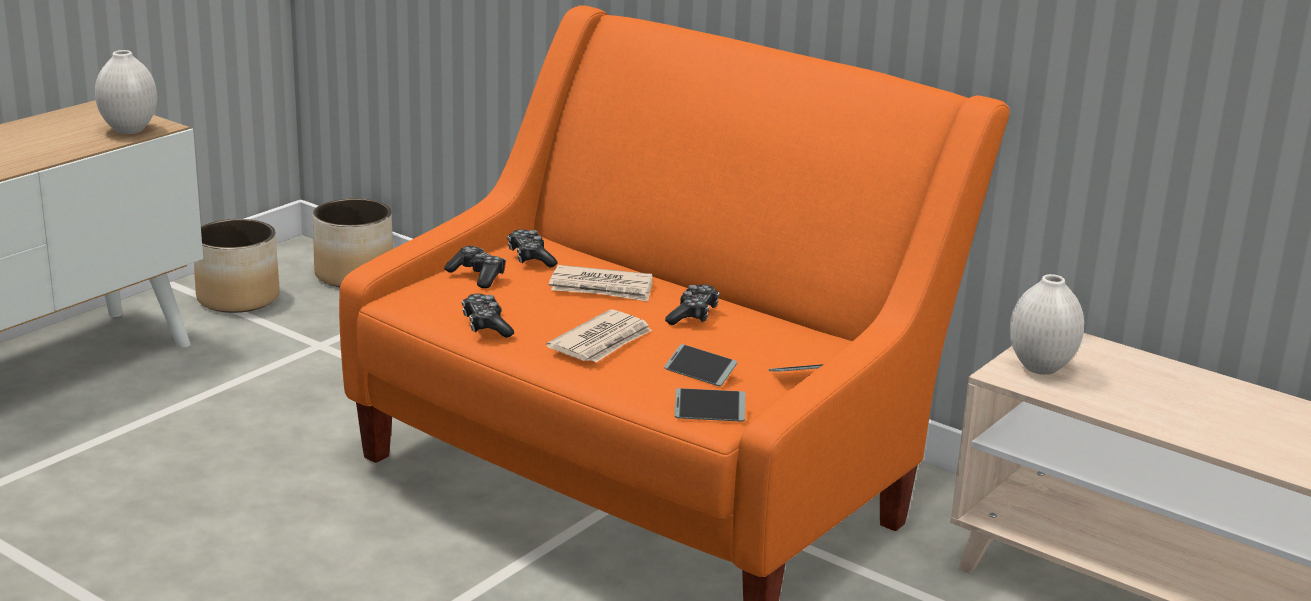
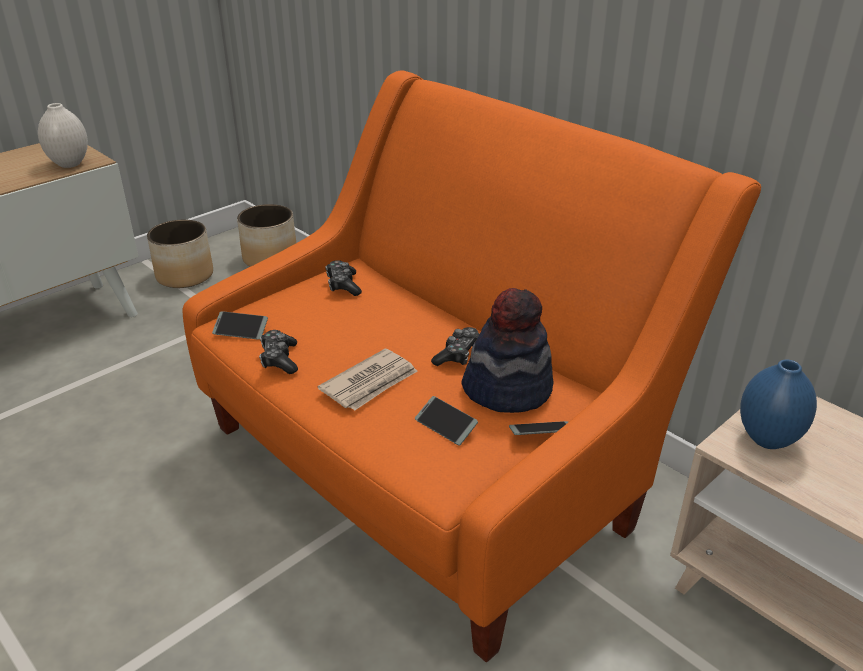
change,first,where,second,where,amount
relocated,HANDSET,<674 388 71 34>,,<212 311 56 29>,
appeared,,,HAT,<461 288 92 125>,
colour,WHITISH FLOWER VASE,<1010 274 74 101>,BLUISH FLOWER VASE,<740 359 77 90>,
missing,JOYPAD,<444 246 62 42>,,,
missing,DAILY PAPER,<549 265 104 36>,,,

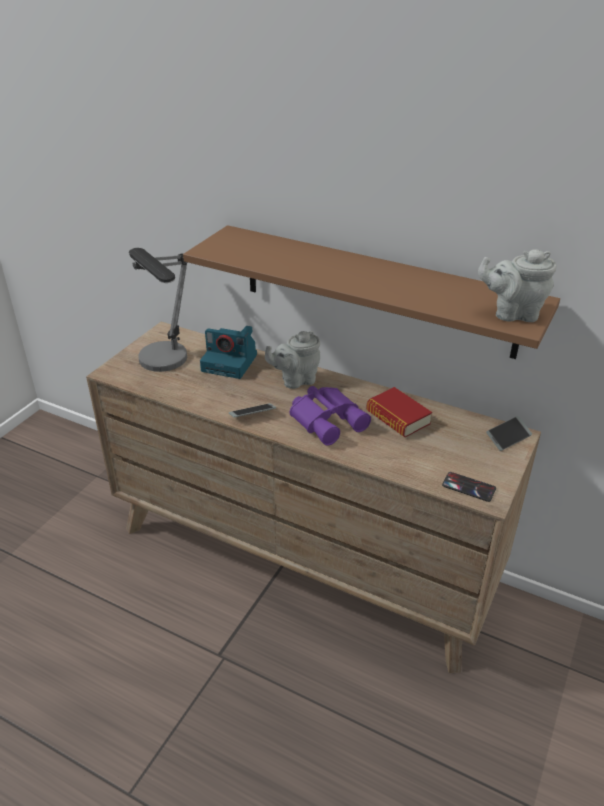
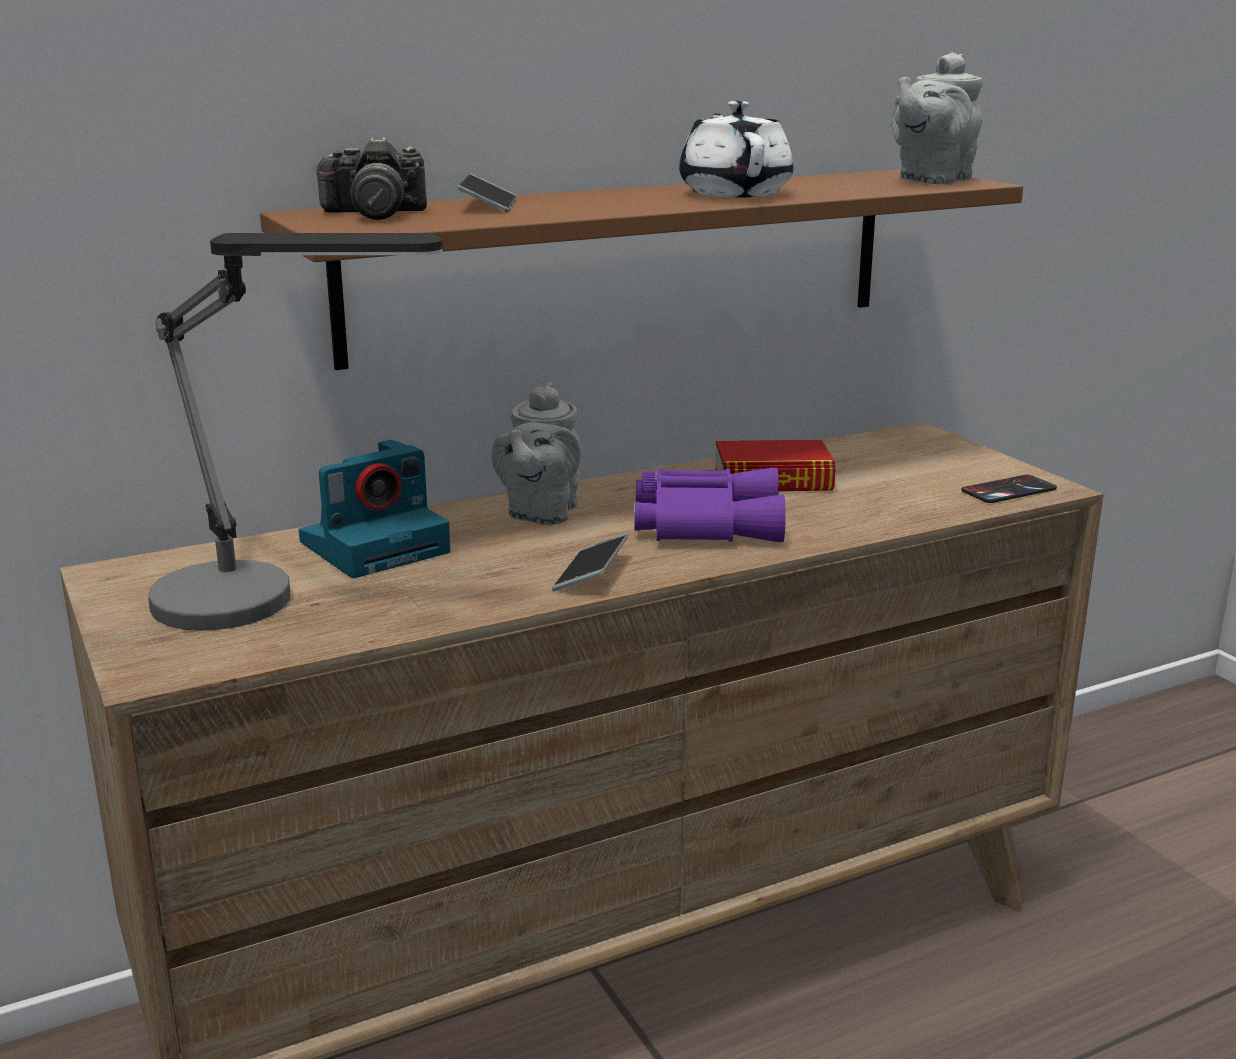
change,first,where,second,where,amount
appeared,,,PHOTO CAMERA,<313 137 114 83>,
relocated,HANDSET,<486 416 46 35>,,<457 173 60 39>,
appeared,,,WHITISH TEAPOT,<679 101 114 96>,

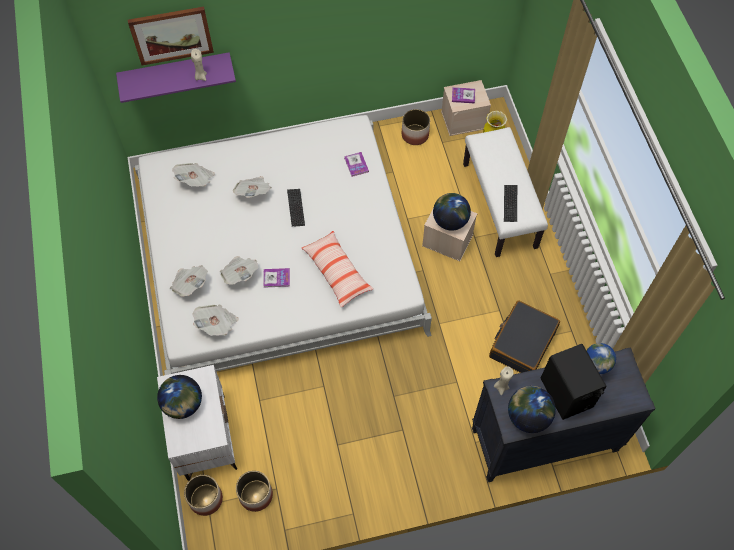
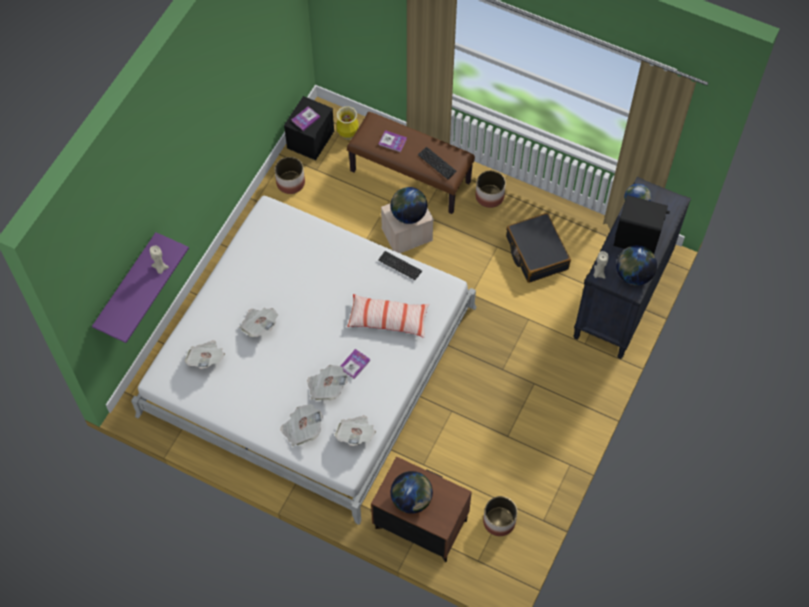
change,first,where,second,where,amount
colour,SAND-COLOURED STORAGE BIN,<441 80 50 56>,BLACK STORAGE BIN,<284 96 50 64>,
colour,WHITISH BENCH,<463 127 85 130>,BROWNISH BENCH,<347 112 128 102>,
colour,WHITISH NIGHT TABLE,<157 365 80 116>,BROWNISH NIGHT TABLE,<371 456 101 106>,
relocated,PC KEYBOARD,<287 189 18 37>,,<378 251 44 29>,
relocated,BOUND BOOK,<344 152 25 25>,,<379 130 28 22>,
relocated,PLANT POT,<184 475 39 41>,,<475 171 31 37>,
missing,PICTURE,<128 7 86 58>,,,

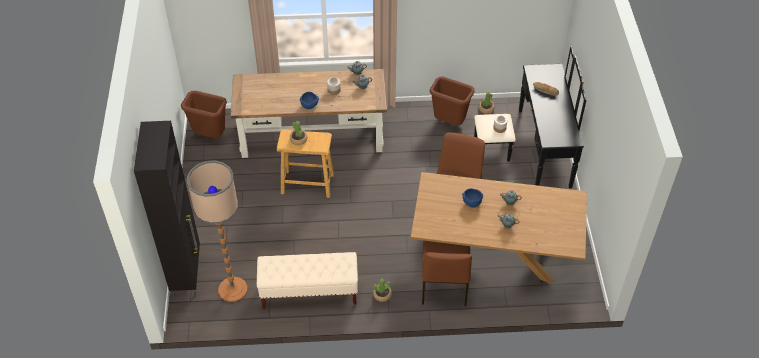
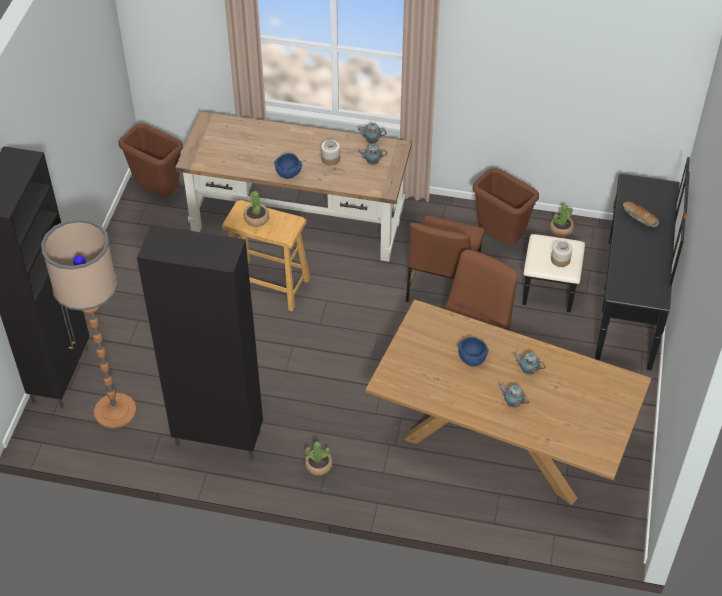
change,first,where,second,where,amount
exchanged,SAND-COLOURED BENCH,<257 252 101 57>,BLACK CABINET,<137 225 126 235>,
relocated,BROWNISH UPRIGHT CHAIR,<422 240 50 66>,,<406 215 78 87>,

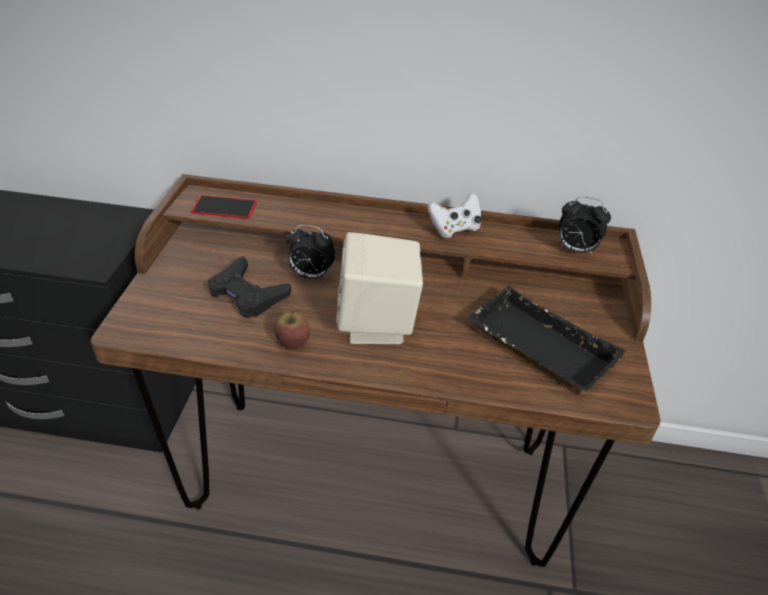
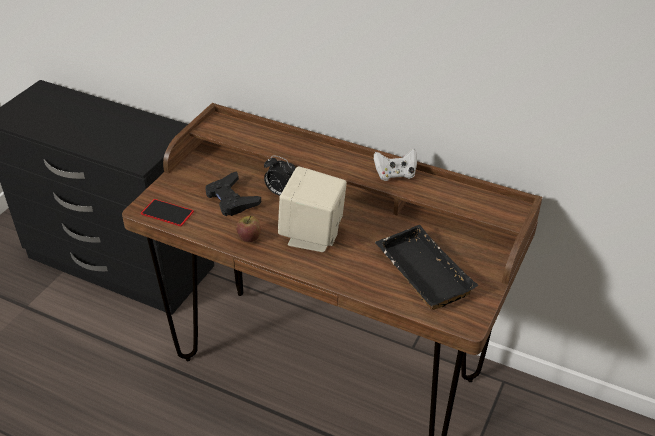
change,first,where,second,where,amount
relocated,HANDSET,<191 195 66 24>,,<141 199 53 27>,
missing,TABLE CLOCK,<559 196 52 59>,,,

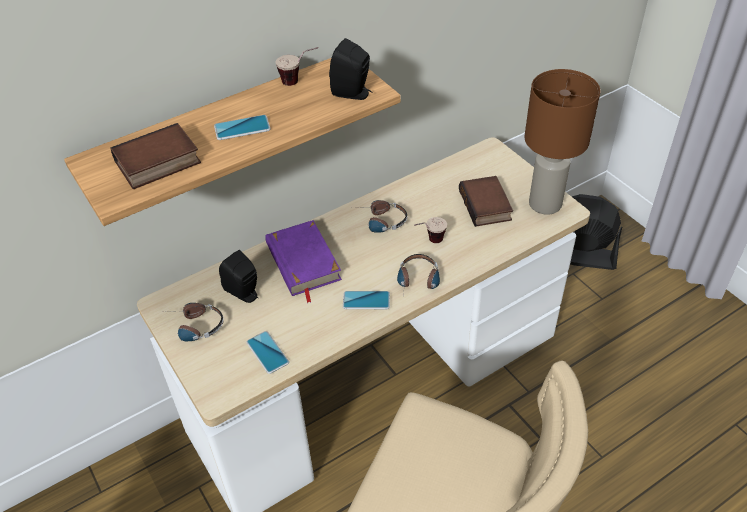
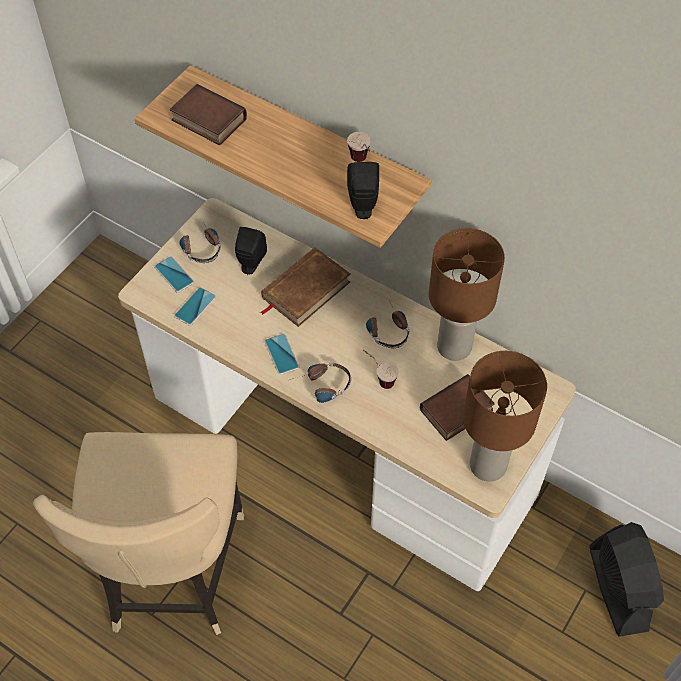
change,first,where,second,where,amount
relocated,HANDSET,<214 115 57 25>,,<154 256 40 37>,
colour,PURPLE BOUND BOOK,<265 220 77 83>,BROWNISH BOUND BOOK,<260 247 90 80>,
appeared,,,BROWNISH TABLE LAMP,<429 228 76 133>,

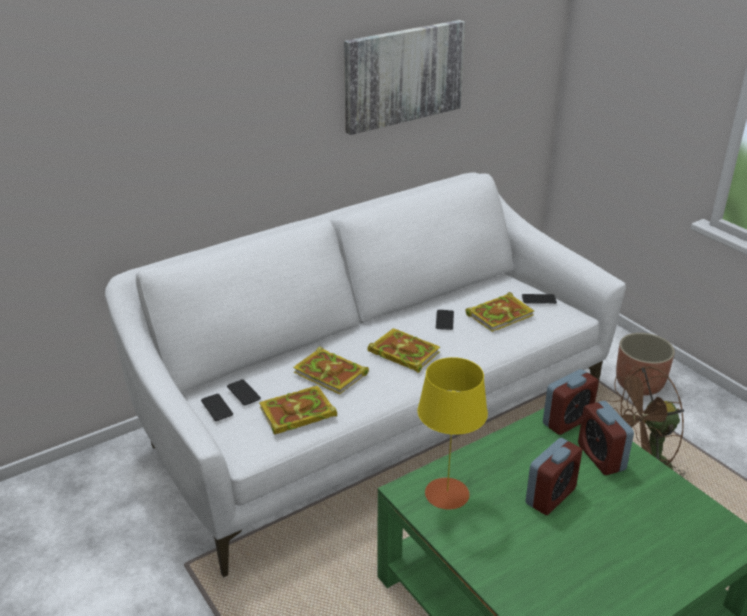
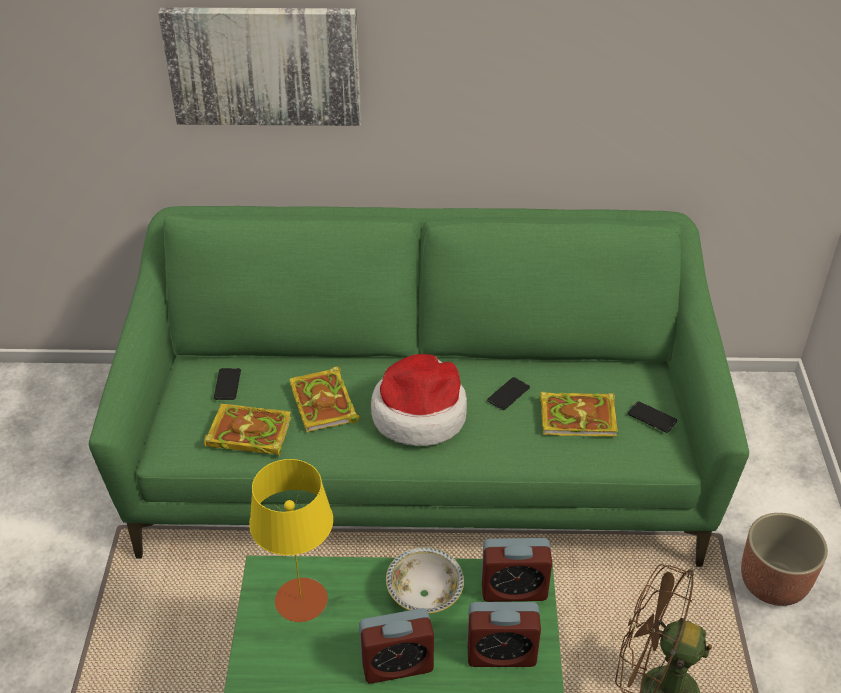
change,first,where,second,where,amount
colour,WHITISH SETTEE,<105 173 521 404>,GREEN-COLOURED SETTEE,<89 206 660 361>,
relocated,PICTURE,<344 20 122 115>,,<158 7 203 119>,
exchanged,BOUND BOOK,<367 328 73 45>,HAT,<371 354 96 92>,
appeared,,,DEEP DISH,<386 547 78 67>,
spun,TABLE CLOCK,<578 401 56 74>,,<467 602 74 65>,105 degrees counterclockwise
missing,HANDSET,<201 394 32 27>,,,

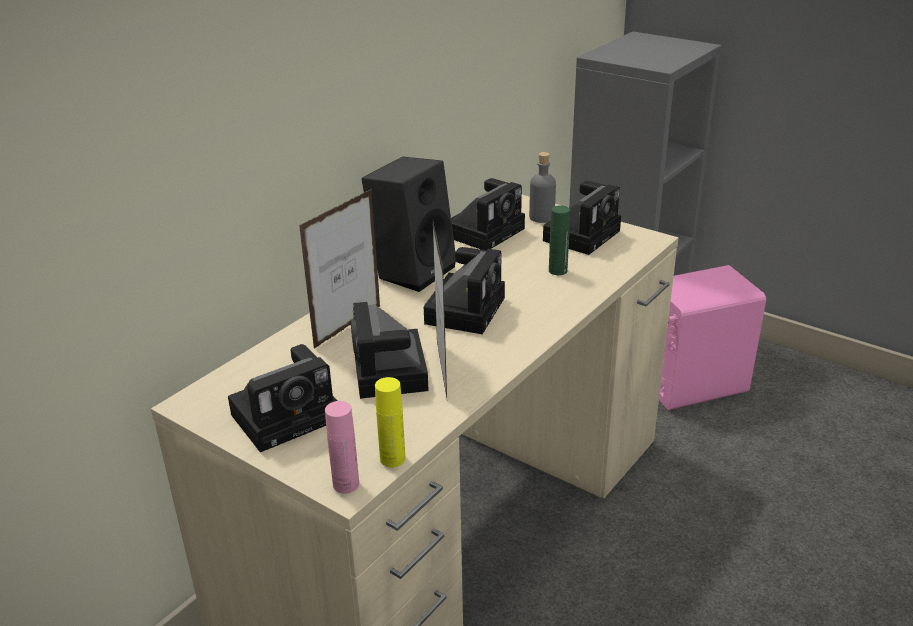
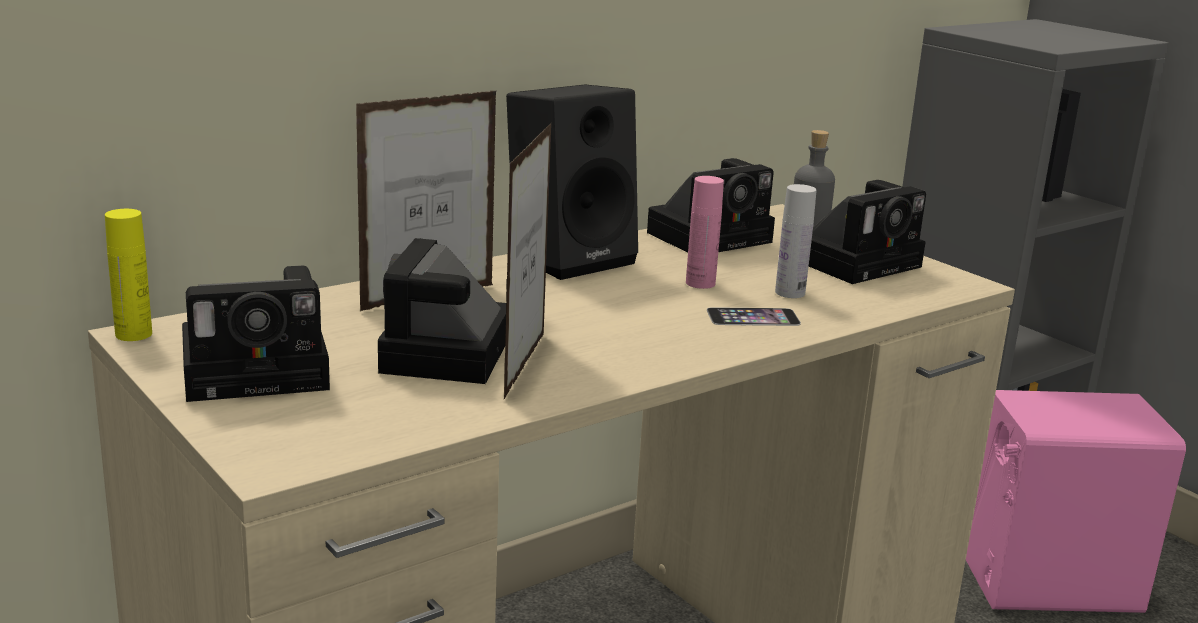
change,first,where,second,where,amount
relocated,YELLOW BEVERAGE BOTTLE,<375 377 30 90>,,<105 209 47 132>,
relocated,PINK-COLOURED BEVERAGE BOTTLE,<325 401 34 93>,,<686 176 38 113>,
appeared,,,HANDSET,<707 307 94 19>,
colour,GREEN-COLOURED BEVERAGE BOTTLE,<549 205 21 70>,WHITISH BEVERAGE BOTTLE,<775 184 42 114>,
missing,PHOTO CAMERA,<424 247 81 87>,,,

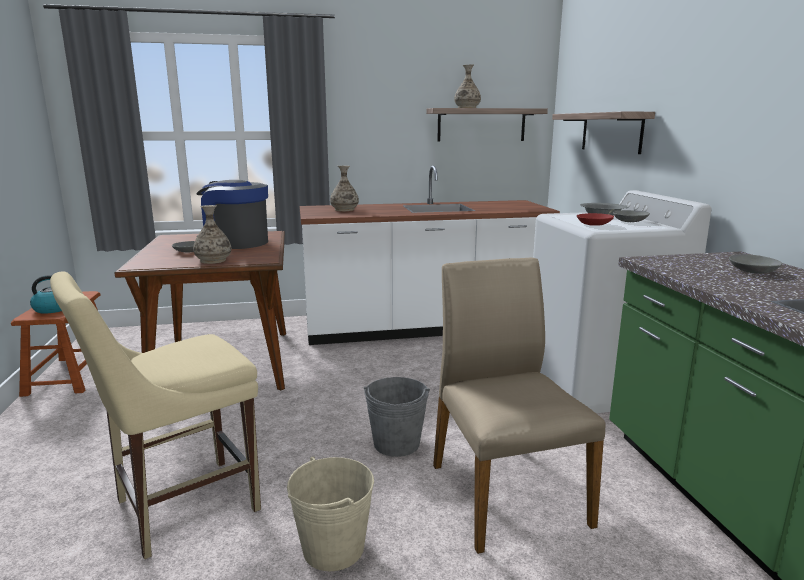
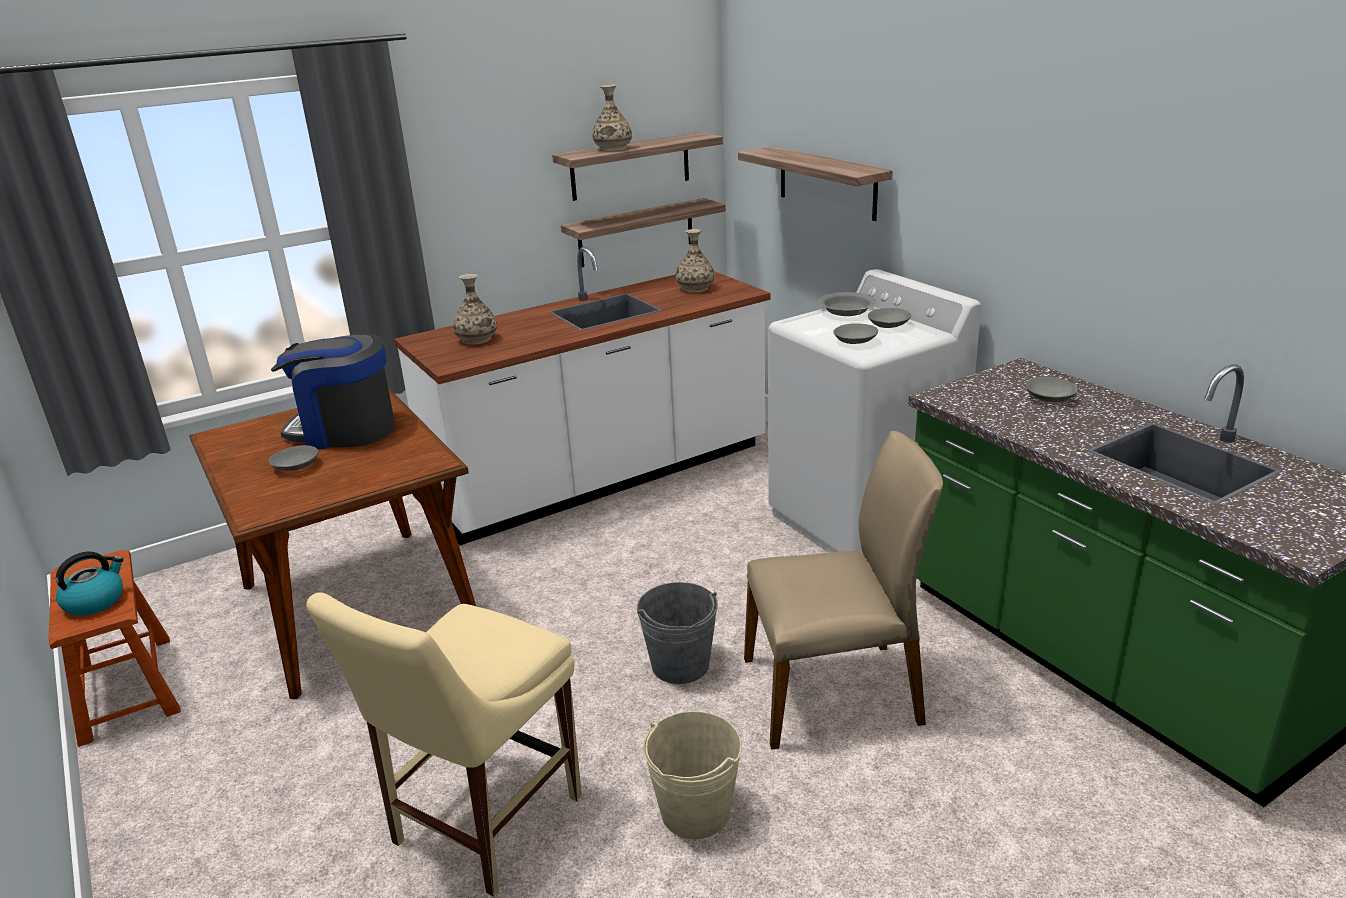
change,first,where,second,where,amount
appeared,,,SHELF,<561 198 165 69>,
relocated,FLOWER VASE,<193 205 38 59>,,<676 229 38 64>,
spun,SAND-COLOURED UPRIGHT CHAIR,<433 258 173 296>,,<744 431 199 319>,120 degrees clockwise
colour,REDDISH DEEP DISH,<577 213 37 13>,GREYISH DEEP DISH,<833 323 45 21>,

